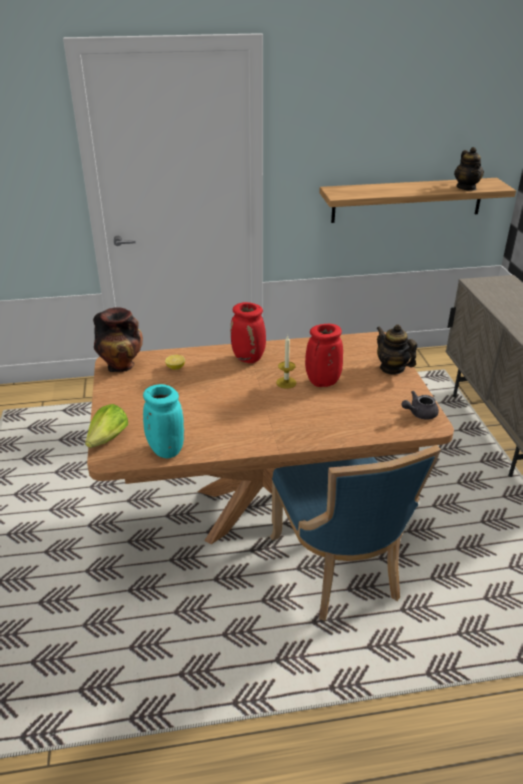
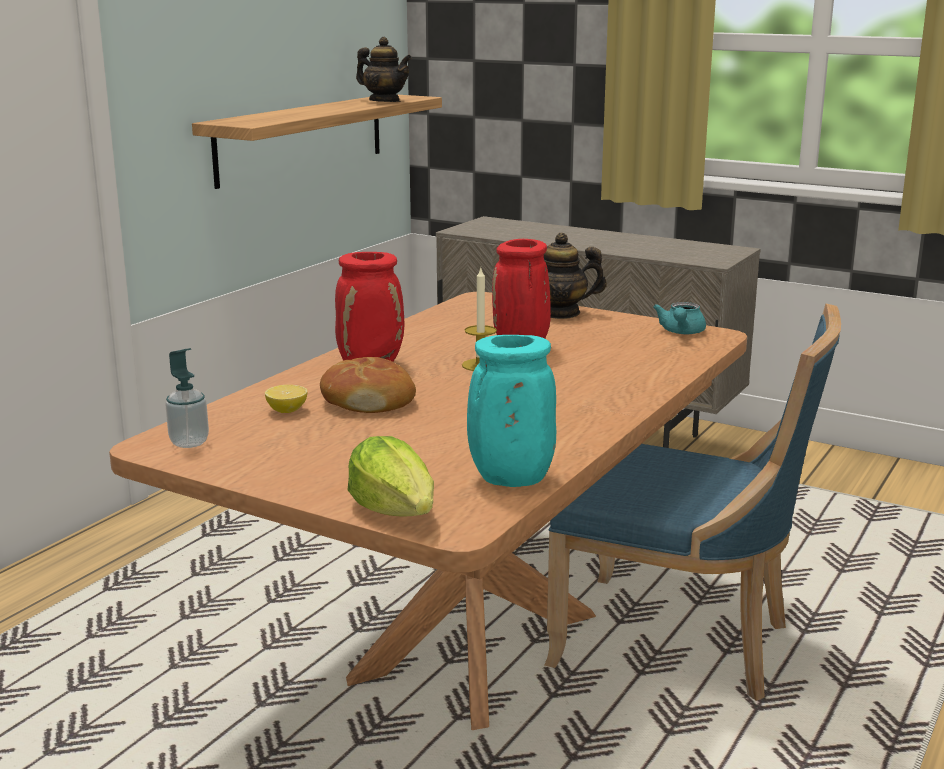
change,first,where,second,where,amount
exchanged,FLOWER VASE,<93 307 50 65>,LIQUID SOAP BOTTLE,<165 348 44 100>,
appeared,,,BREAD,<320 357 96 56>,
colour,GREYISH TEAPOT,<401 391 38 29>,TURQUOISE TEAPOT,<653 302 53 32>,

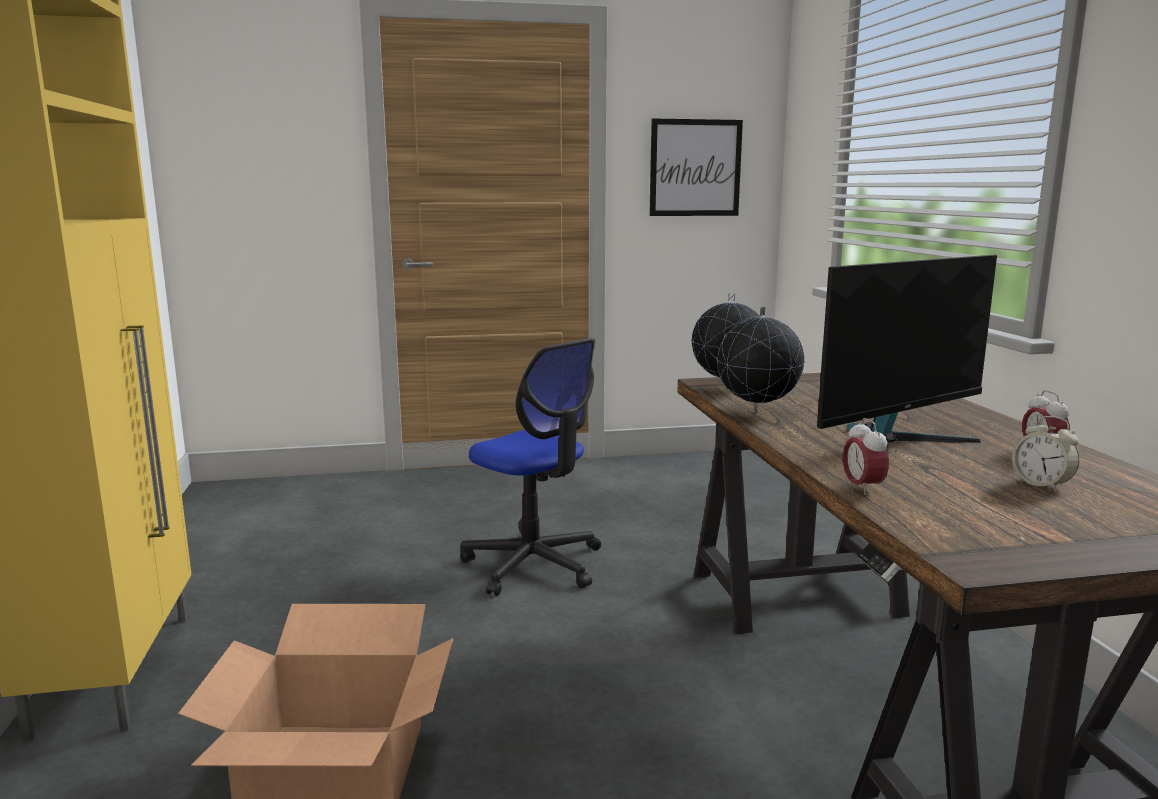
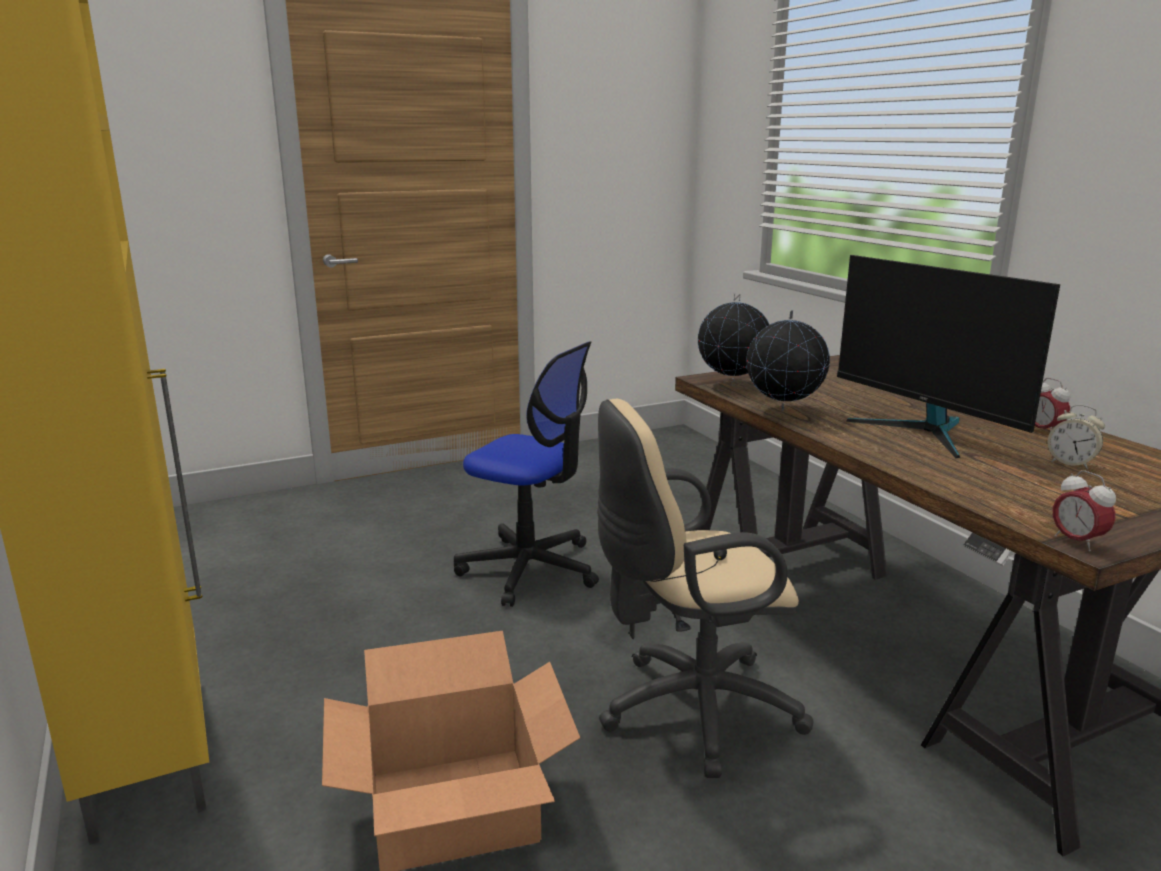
change,first,where,second,where,amount
appeared,,,SAND-COLOURED OFFICE CHAIR,<597 399 216 379>,
spun,MONITOR,<817 255 180 198>,,<837 255 223 203>,105 degrees clockwise
relocated,TABLE CLOCK,<843 418 46 77>,,<1053 470 63 82>,
missing,PICTURE,<649 118 94 98>,,,

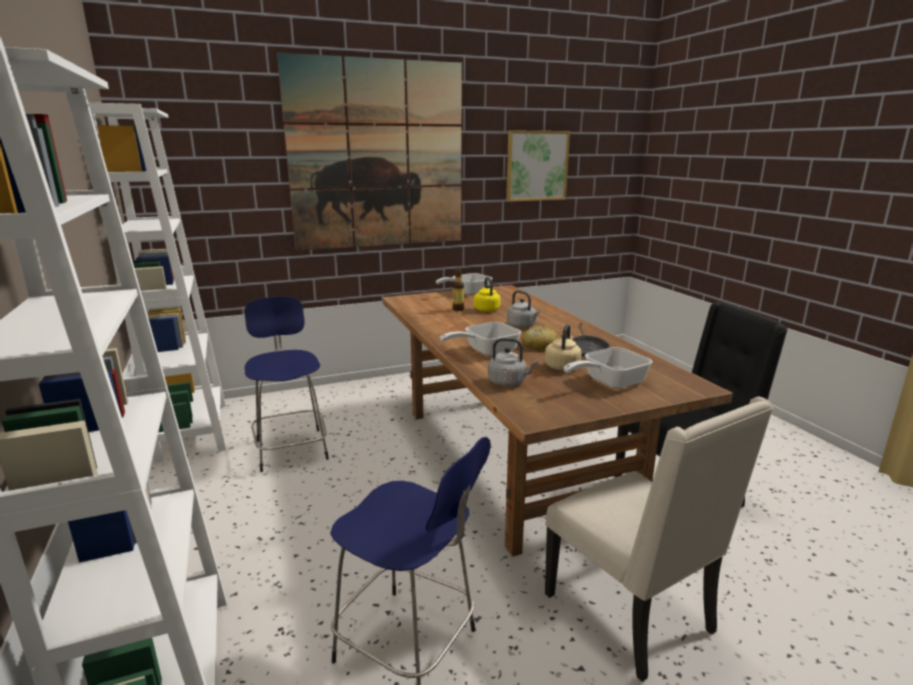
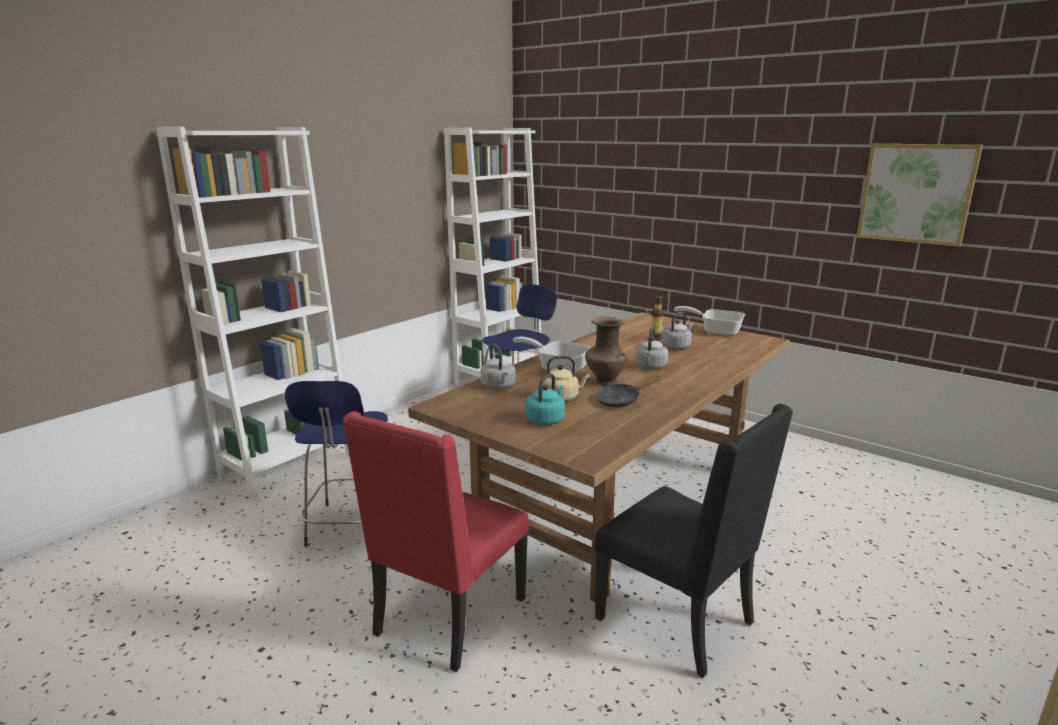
change,first,where,second,where,amount
colour,SAND-COLOURED UPRIGHT CHAIR,<545 397 228 285>,REDDISH UPRIGHT CHAIR,<343 411 186 261>,
exchanged,FRYING PAN,<564 347 89 42>,TURQUOISE WATER KETTLE,<525 373 40 52>,
exchanged,BREAD,<522 326 36 24>,BROWNISH FLOWER VASE,<585 317 42 69>,
colour,YELLOW WATER KETTLE,<474 277 26 35>,GREYISH WATER KETTLE,<661 312 32 38>,
missing,PICTURE,<277 53 185 198>,,,

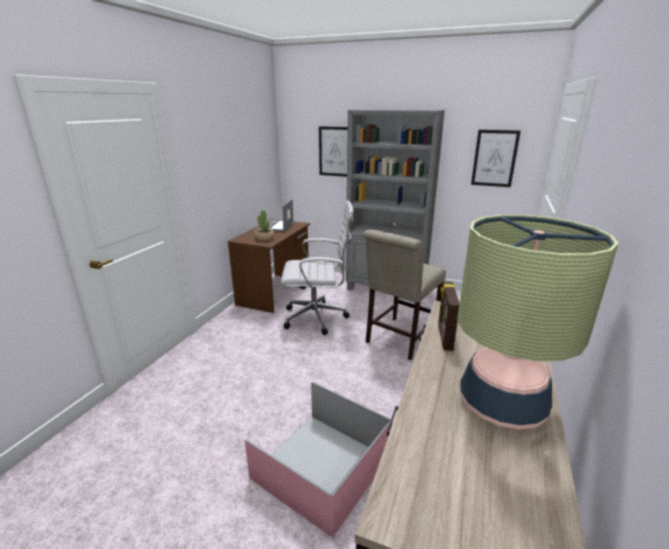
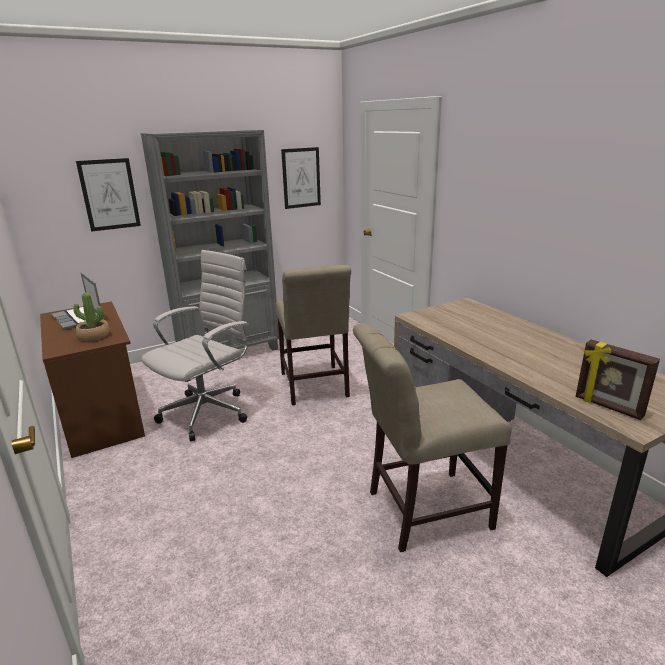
change,first,where,second,where,amount
exchanged,PINK-COLOURED STORAGE BIN,<245 382 147 155>,SAND-COLOURED UPRIGHT CHAIR,<353 323 159 229>,
relocated,STANDING FRAME,<438 282 21 69>,,<576 340 84 80>,
missing,TABLE LAMP,<457 215 162 214>,,,

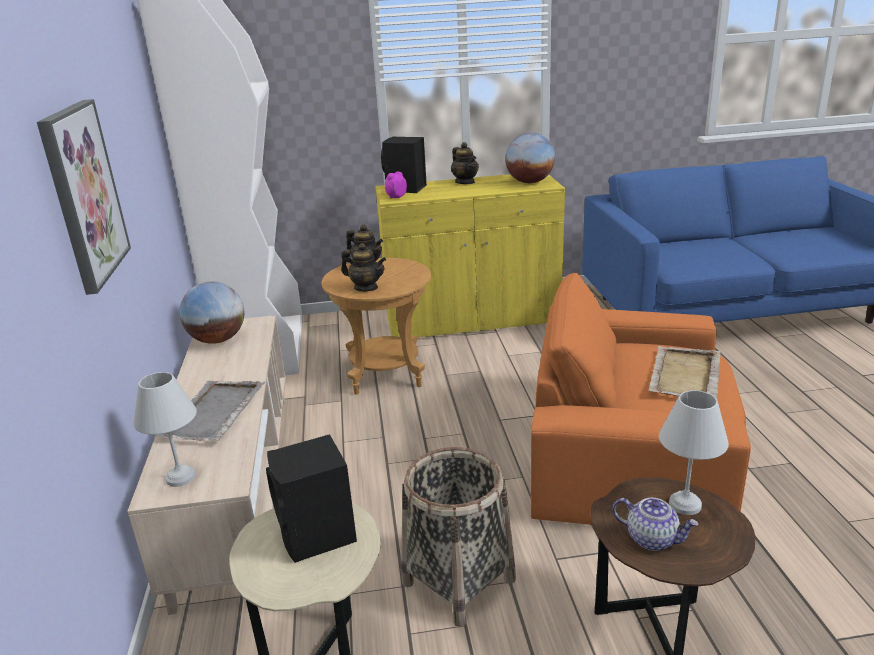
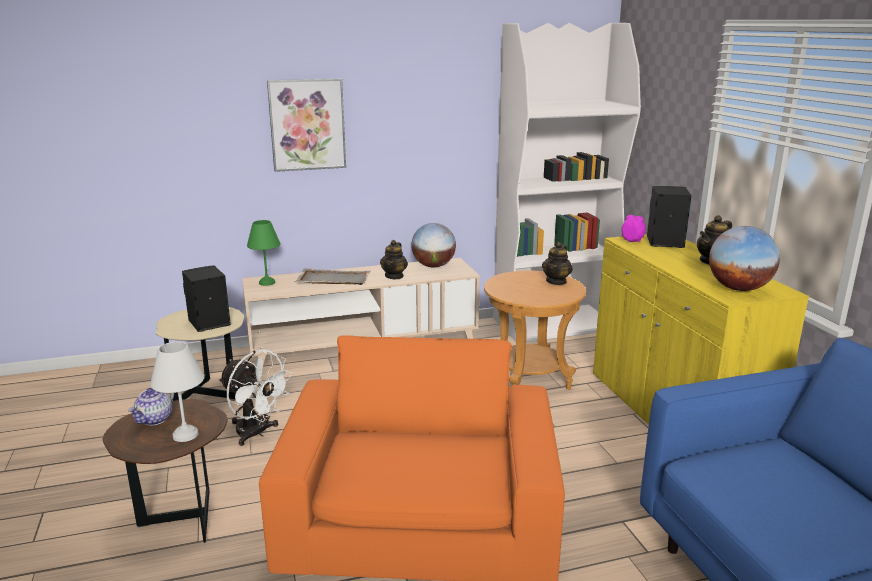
change,first,where,second,where,amount
exchanged,HOUSEHOLD BASKET,<401 447 115 180>,WHITISH COOLING FAN,<219 349 74 97>,
colour,WHITISH TABLE LAMP,<133 372 64 115>,GREEN-COLOURED TABLE LAMP,<247 220 33 66>,
relocated,TEAPOT,<341 243 45 49>,,<380 240 28 39>,
missing,SAND-COLOURED TRAY,<649 346 72 53>,,,

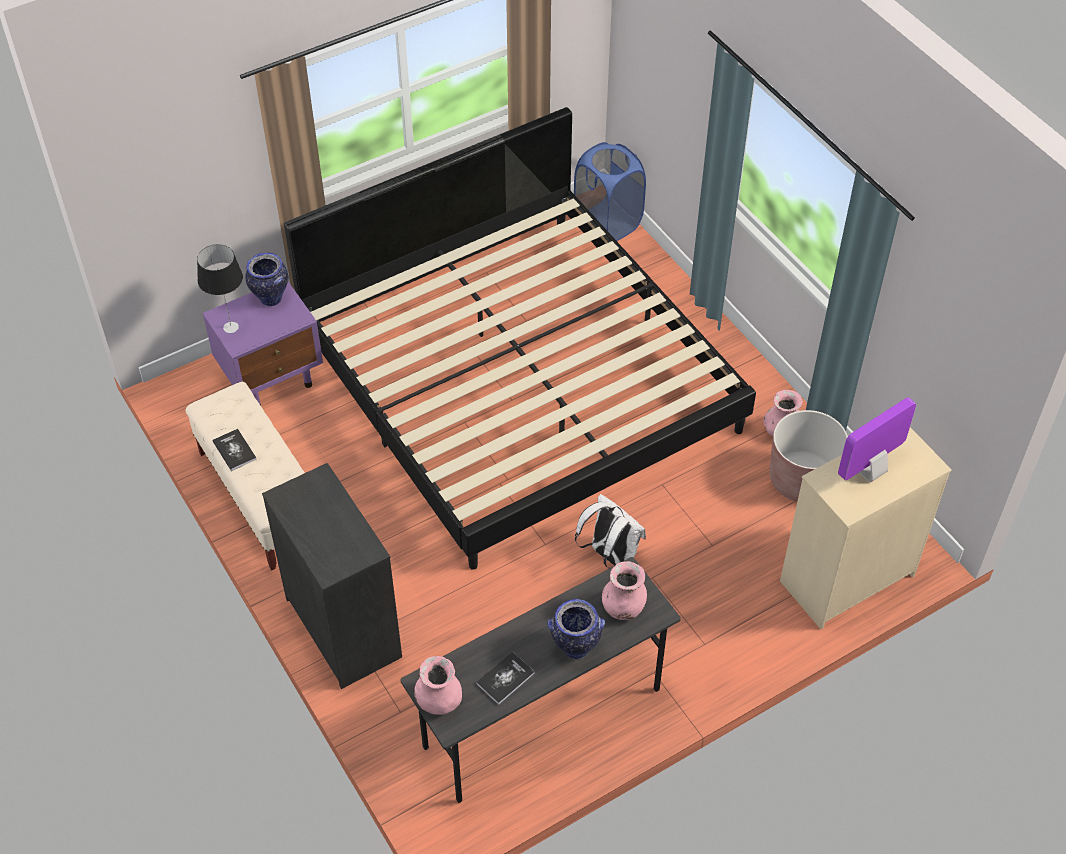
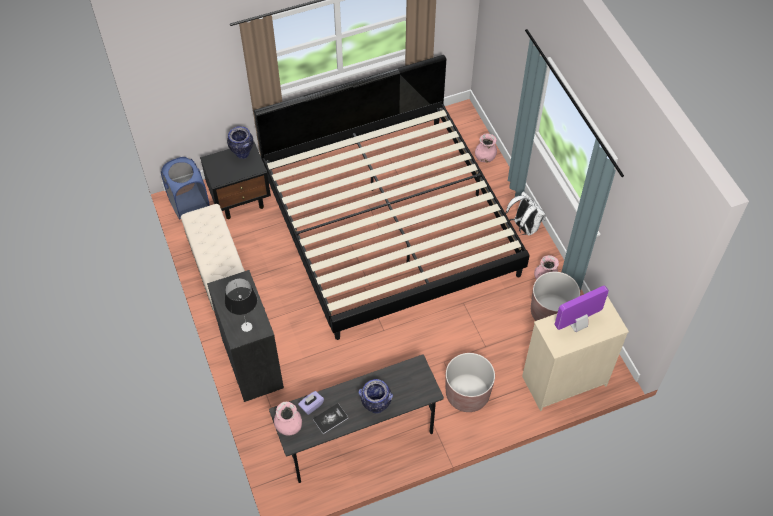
change,first,where,second,where,amount
relocated,BLUISH LAUNDRY BASKET,<574 142 72 99>,,<161 157 49 63>,
colour,PURPLE NIGHT TABLE,<202 282 121 123>,BLACK NIGHT TABLE,<200 142 71 77>,
relocated,TABLE LAMP,<197 244 46 89>,,<225 278 32 54>,
appeared,,,PURPLE TISSUE BOX,<298 391 26 24>,
appeared,,,BROWNISH PLANT POT,<446 353 49 59>,
relocated,PINK-COLOURED FLOWER VASE,<602 561 45 59>,,<475 133 22 30>,
relocated,WHITISH RUCKSACK,<575 494 71 74>,,<505 191 41 45>,
missing,BOUND BOOK,<212 429 45 42>,,,

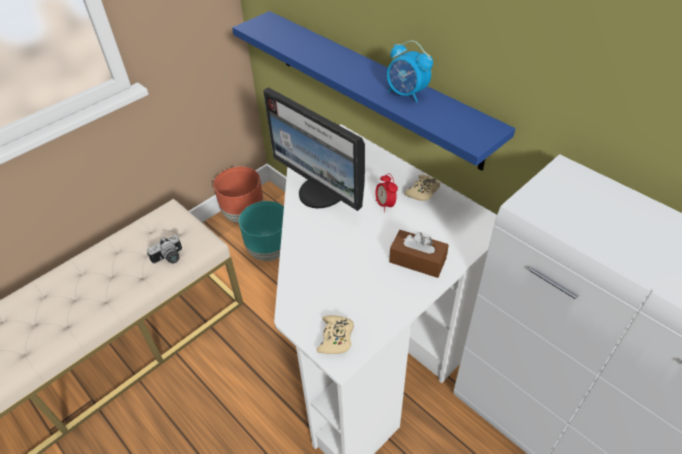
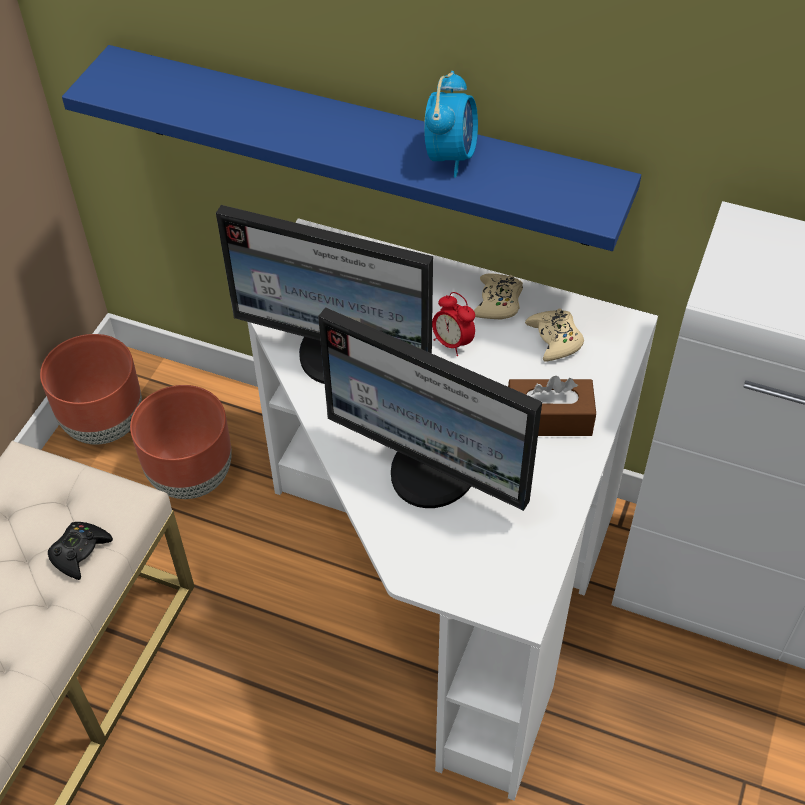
change,first,where,second,where,amount
exchanged,PHOTO CAMERA,<147 235 35 29>,BLACK JOYPAD,<48 522 65 58>,
colour,TURQUOISE PLANT POT,<239 201 45 60>,BROWNISH PLANT POT,<130 385 102 114>,
appeared,,,MONITOR,<318 307 224 204>,
spun,TABLE CLOCK,<387 40 46 63>,,<424 71 54 106>,90 degrees counterclockwise
relocated,SAND-COLOURED JOYPAD,<317 315 37 39>,,<525 309 59 53>,

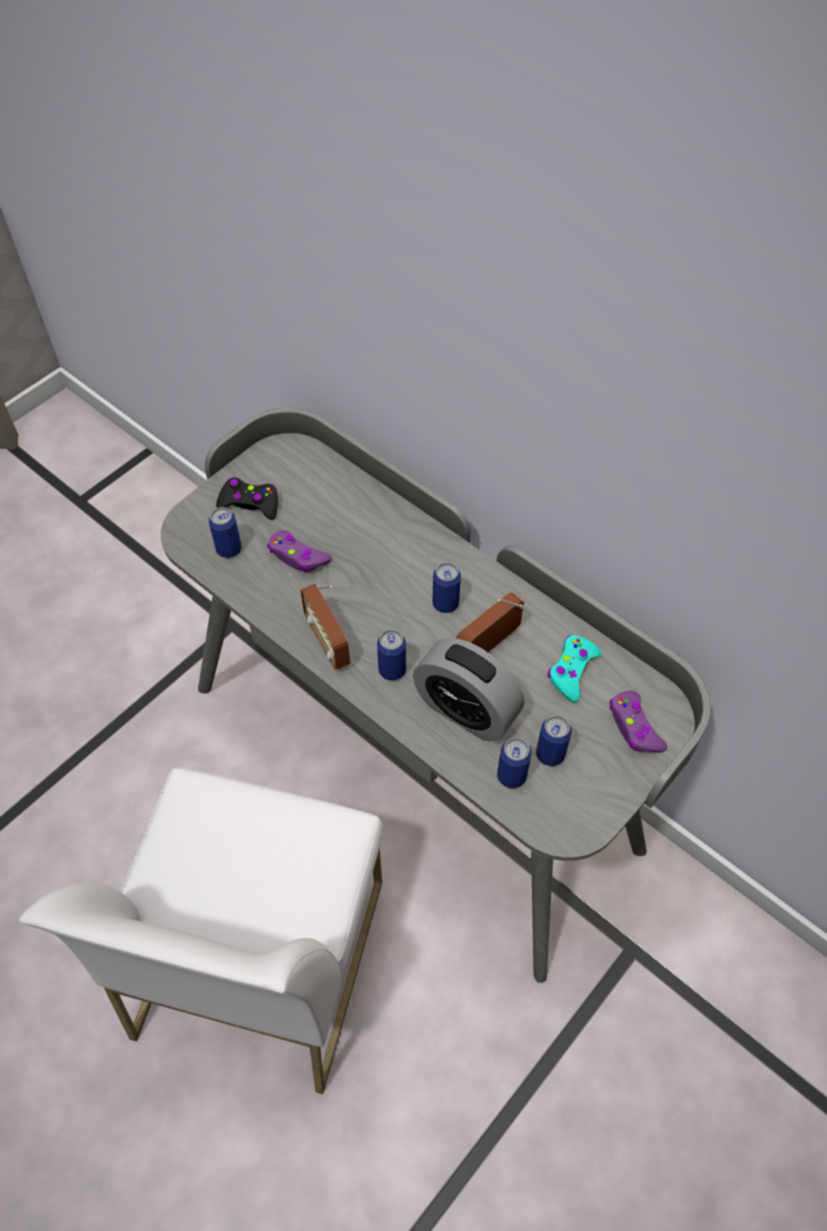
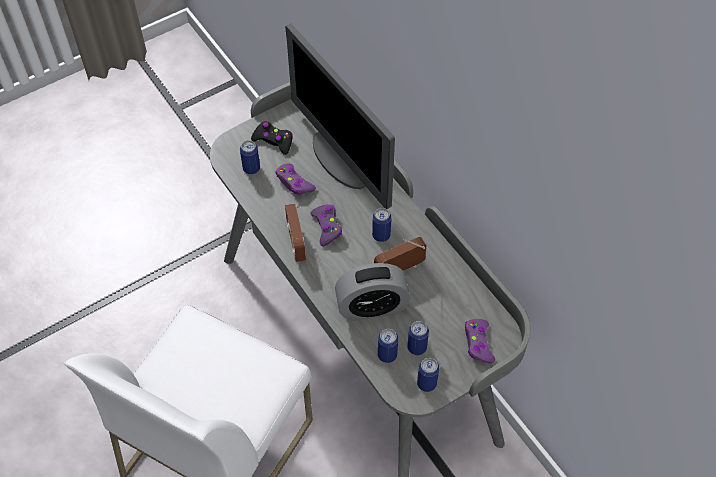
change,first,where,second,where,amount
appeared,,,MONITOR,<285 24 110 185>,
appeared,,,PURPLE JOYPAD,<310 205 32 42>,
spun,TABLE CLOCK,<413 638 111 103>,,<335 263 75 58>,60 degrees counterclockwise
relocated,SEALED CAN,<377 629 29 51>,,<417 358 22 34>,
missing,TURQUOISE JOYPAD,<548 635 53 67>,,,

